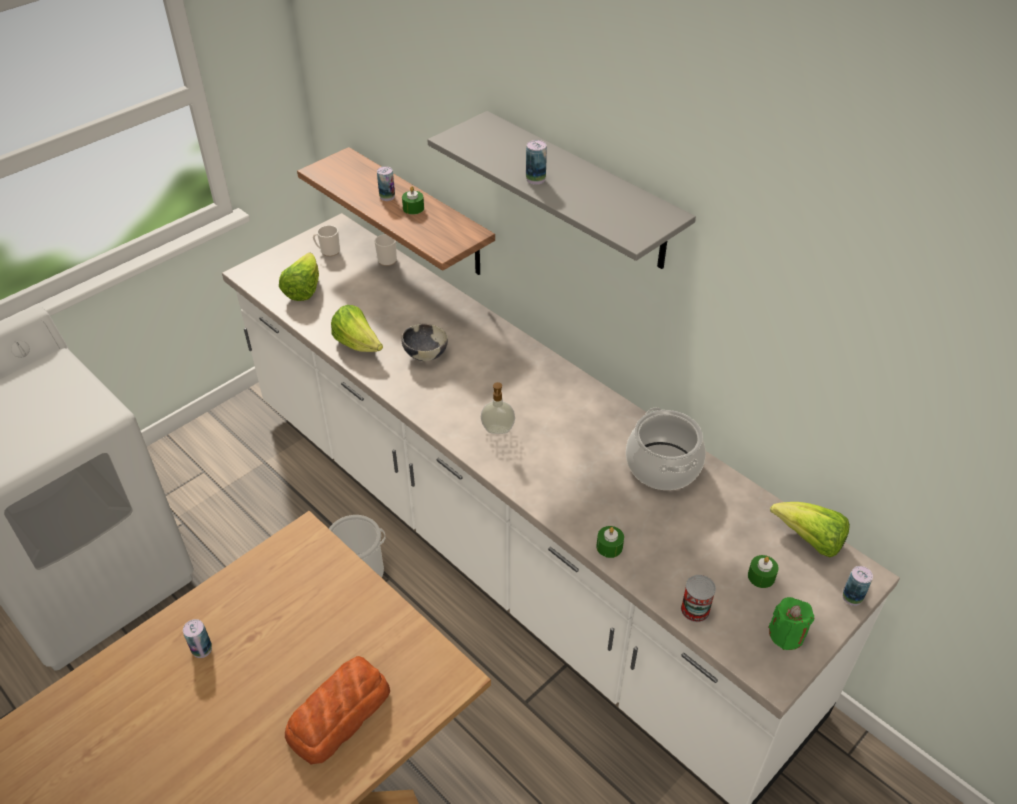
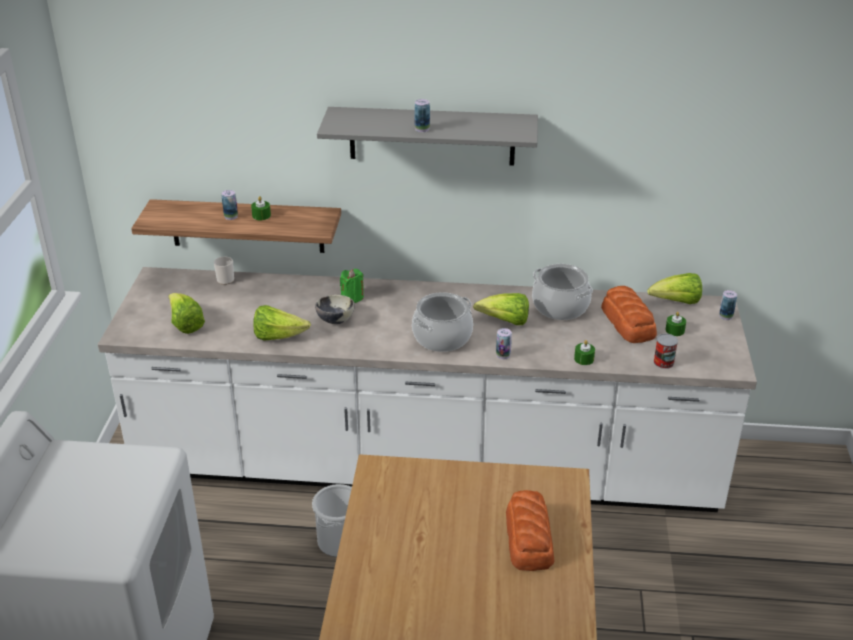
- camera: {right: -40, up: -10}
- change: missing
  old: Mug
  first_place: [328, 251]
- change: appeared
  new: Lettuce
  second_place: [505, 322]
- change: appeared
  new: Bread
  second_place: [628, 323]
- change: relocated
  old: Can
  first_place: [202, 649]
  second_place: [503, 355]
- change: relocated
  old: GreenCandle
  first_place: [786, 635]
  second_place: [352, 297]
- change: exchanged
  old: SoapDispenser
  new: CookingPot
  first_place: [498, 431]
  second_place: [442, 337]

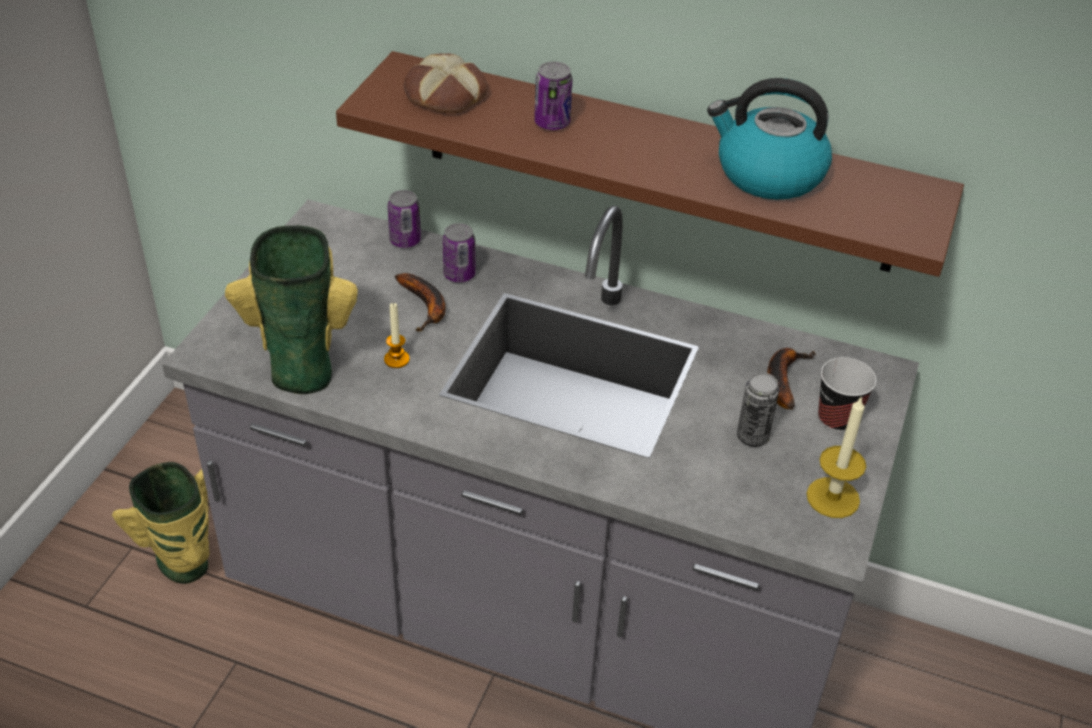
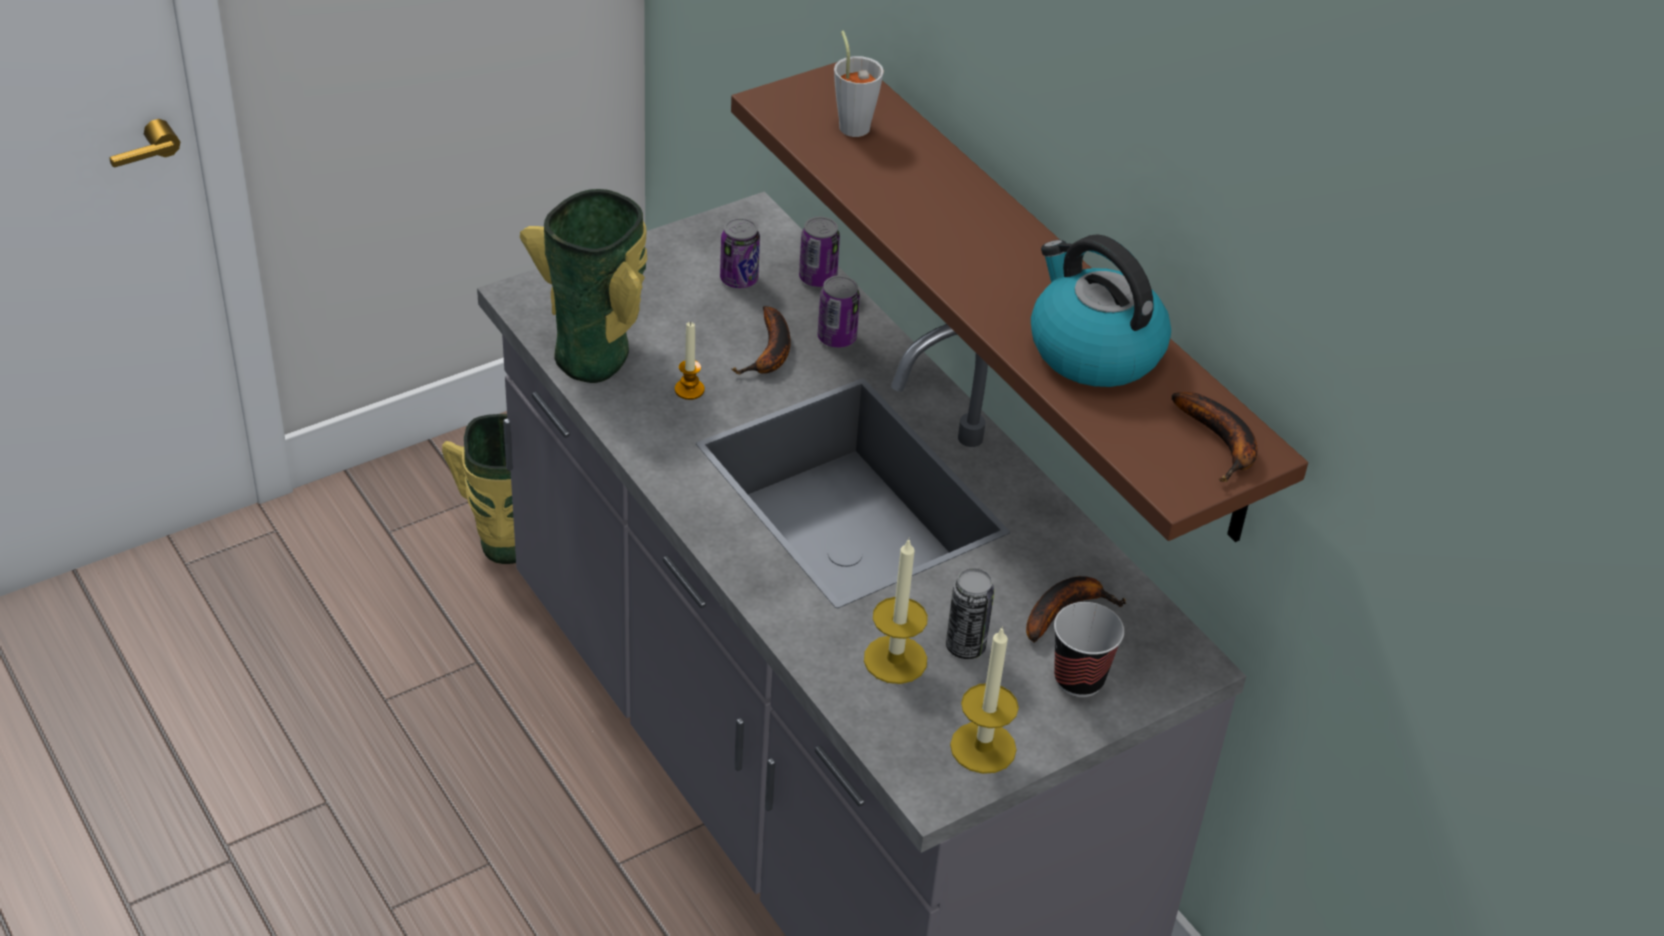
- camera: {right: 35, up: 0}
- change: appeared
  new: Candle
  second_place: [895, 659]
- change: appeared
  new: Banana
  second_place: [1222, 443]
- change: relocated
  old: Can
  first_place: [552, 123]
  second_place: [739, 279]
- change: exchanged
  old: Bread
  new: GreyCup
  first_place: [444, 95]
  second_place: [853, 123]

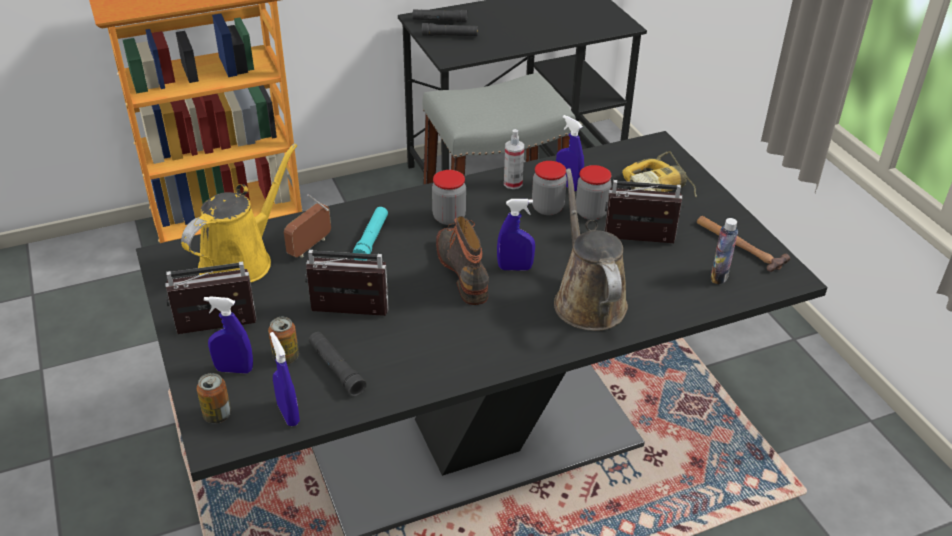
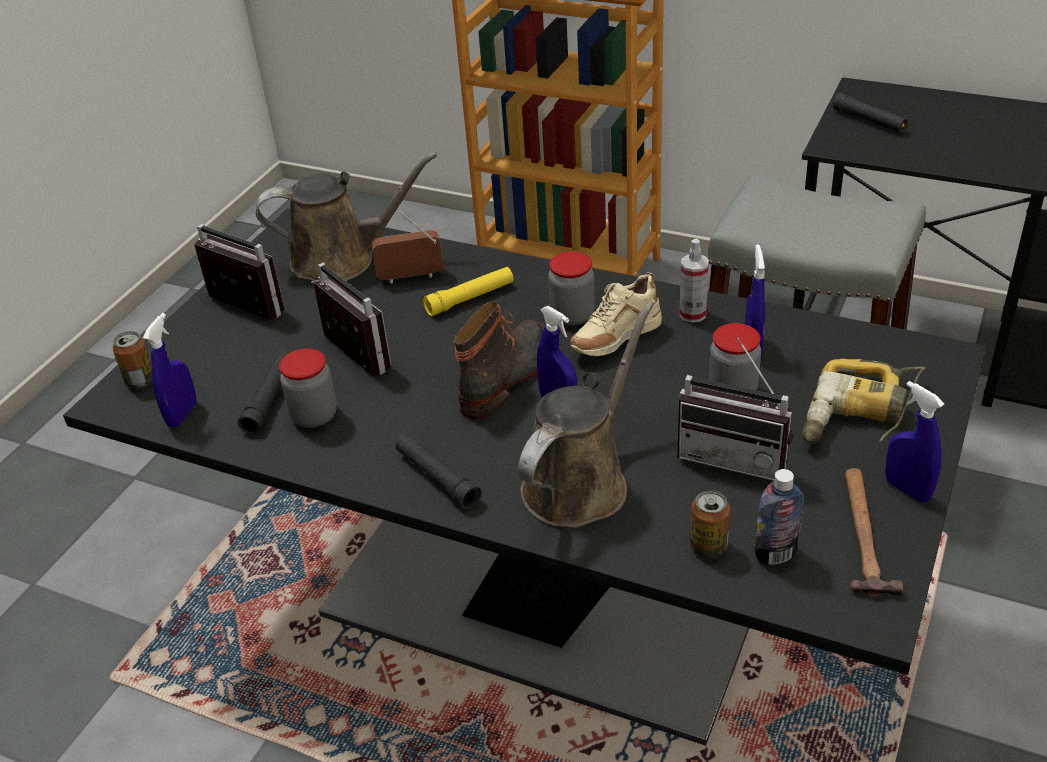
- camera: {right: 50, up: 0}
- change: appeared
  new: BeigeShoe
  second_place: [614, 340]
- change: relocated
  old: BlueSprayBottle
  first_place: [234, 369]
  second_place: [907, 489]
- change: relocated
  old: Can
  first_place: [286, 357]
  second_place: [708, 546]
- change: relocated
  old: BlackFlashlight
  first_place: [439, 21]
  second_place: [437, 478]
- change: relocated
  old: Jar
  first_place: [547, 208]
  second_place: [314, 416]
- change: colour
  old: YellowWateringCan
  new: BrownWateringCan
  first_place: [241, 260]
  second_place: [342, 259]
- change: colour
  old: TurquoiseFlashlight
  new: YellowFlashlight
  first_place: [371, 239]
  second_place: [470, 298]
- change: spun
  old: Radio
  first_place: [638, 242]
  second_place: [735, 456]
  degrees: 150

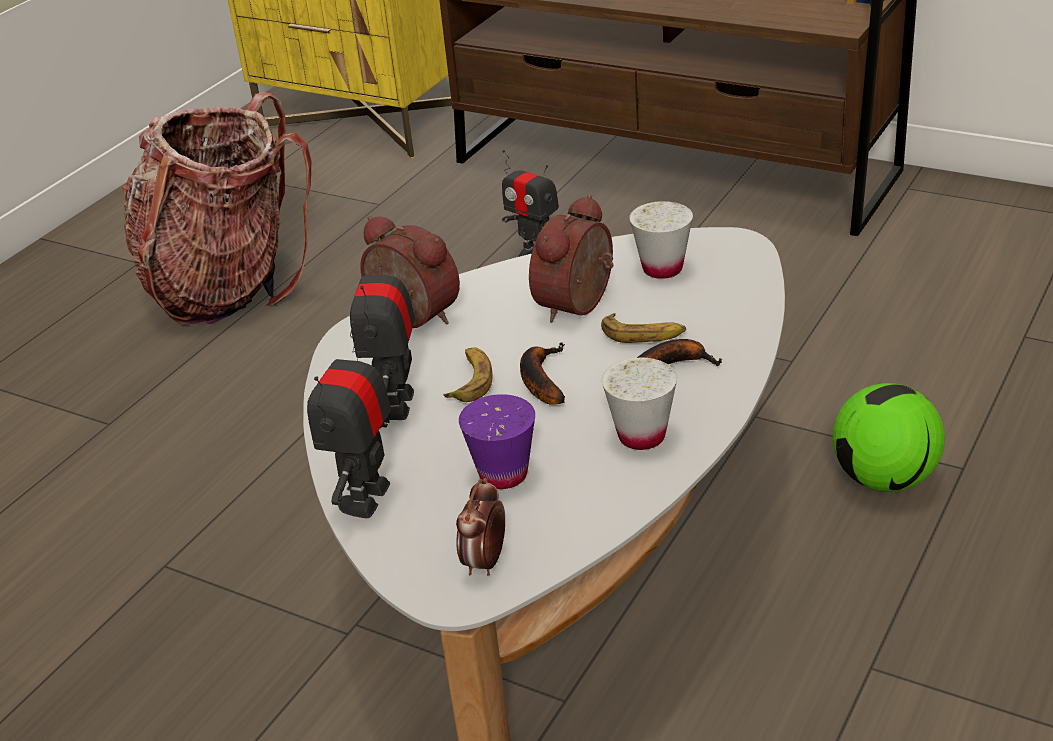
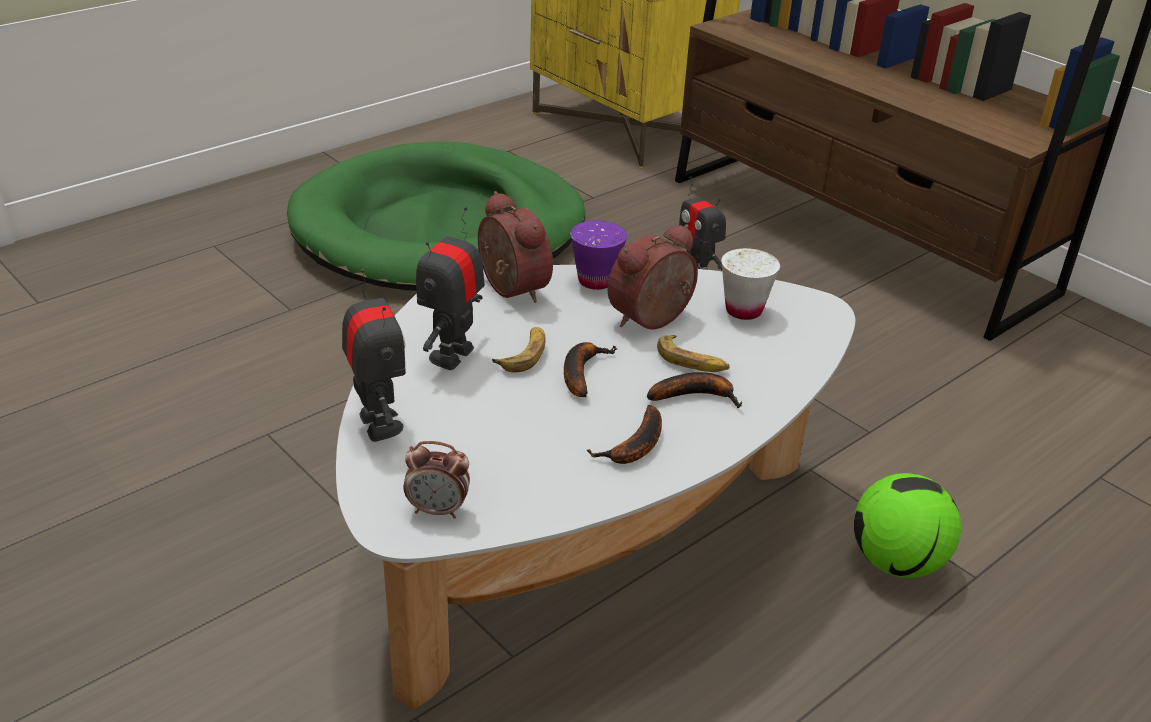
- camera: {right: 15, up: 0}
- change: relocated
  old: PurpleCup
  first_place: [503, 474]
  second_place: [596, 281]
- change: exchanged
  old: Backpack
  new: GreenDogBed
  first_place: [228, 286]
  second_place: [439, 229]
- change: exchanged
  old: WhiteCup
  new: Banana
  first_place: [641, 436]
  second_place: [635, 447]
- change: spun
  old: ToyRobot
  first_place: [365, 498]
  second_place: [379, 424]
  degrees: 120
- change: spun
  old: AlarmClock
  first_place: [485, 562]
  second_place: [438, 510]
  degrees: -120

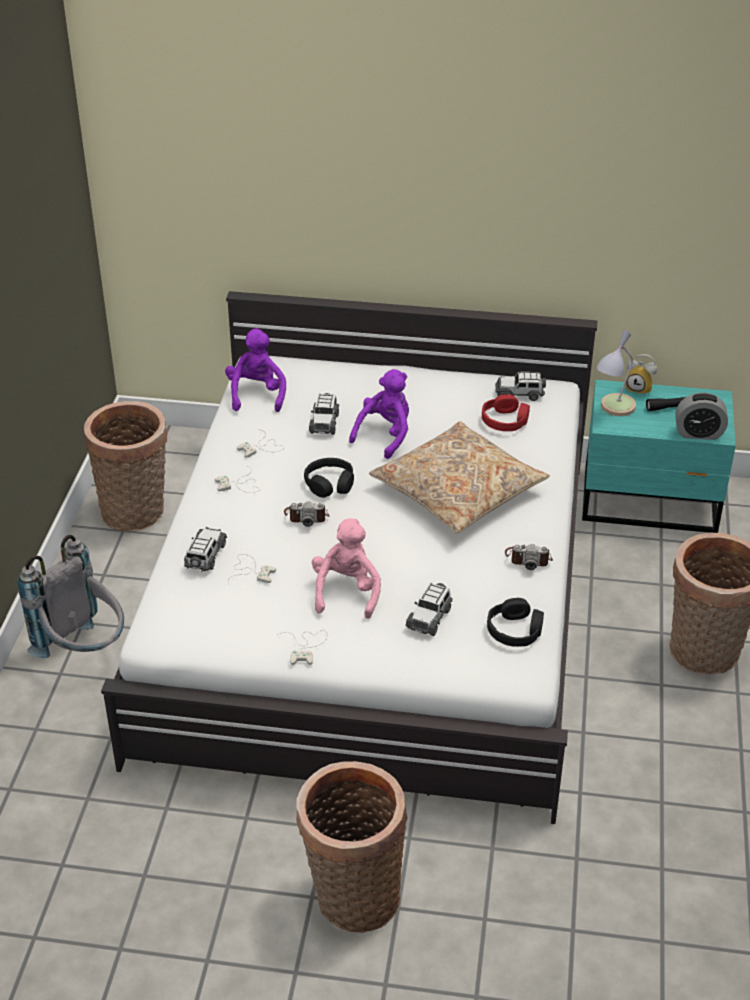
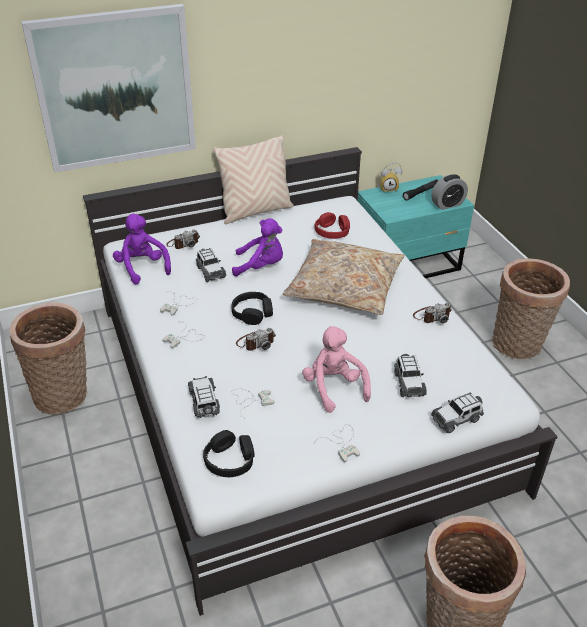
- camera: {right: -30, up: 0}
- change: missing
  old: GreyBackpack
  first_place: [84, 652]
- change: missing
  old: TableLamp
  first_place: [612, 409]
- change: appeared
  new: Picture
  second_place: [115, 89]
- change: appeared
  new: PhotoCamera
  second_place: [183, 243]
- change: appeared
  new: BeigePillow
  second_place: [255, 211]
- change: relocated
  old: BlackHeadphones
  first_place: [515, 630]
  second_place: [230, 460]
- change: relocated
  old: ToyCar
  first_place: [519, 393]
  second_place: [456, 419]
- change: spun
  old: PurplePlushToy
  first_place: [385, 435]
  second_place: [261, 266]
  degrees: 90

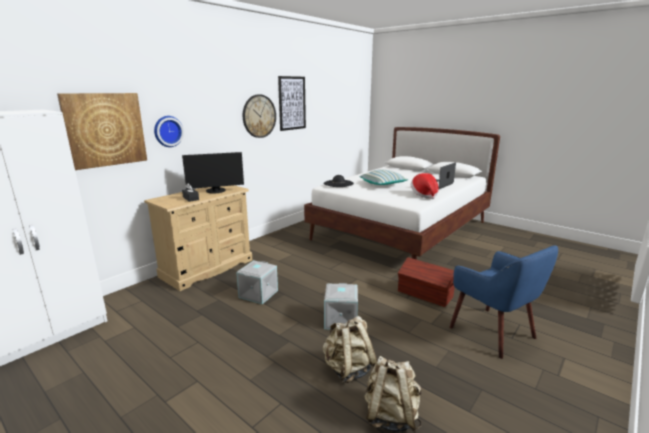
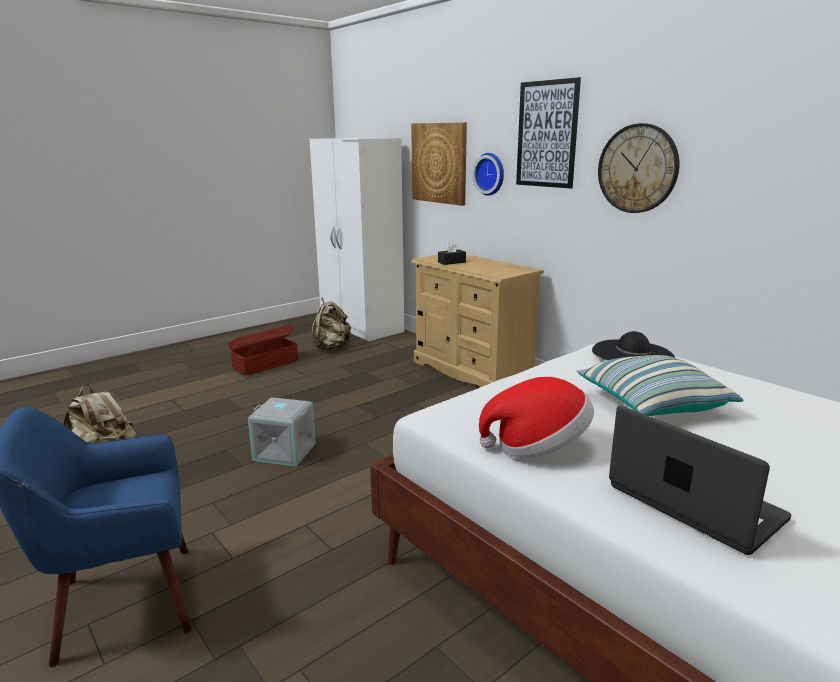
- camera: {right: 100, up: 0}
- change: missing
  old: Monitor
  first_place: [216, 191]
- change: missing
  old: GreyStorageBox
  first_place: [258, 294]
- change: relocated
  old: Picture
  first_place: [292, 103]
  second_place: [547, 134]
- change: relocated
  old: BeigeBackpack
  first_place: [348, 369]
  second_place: [332, 347]
- change: relocated
  old: BrownStorageBox
  first_place: [425, 294]
  second_place: [265, 364]

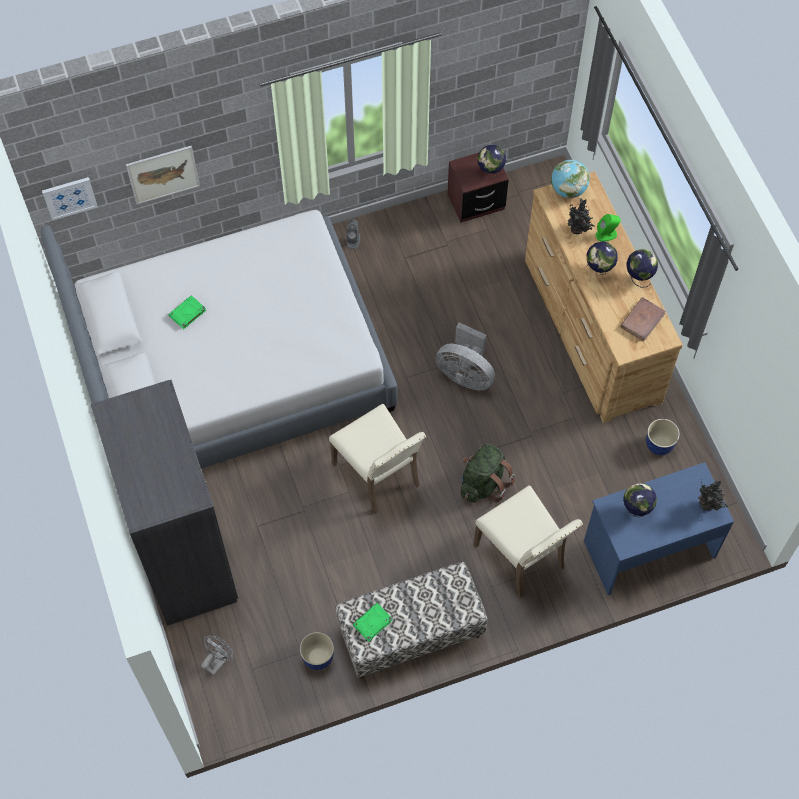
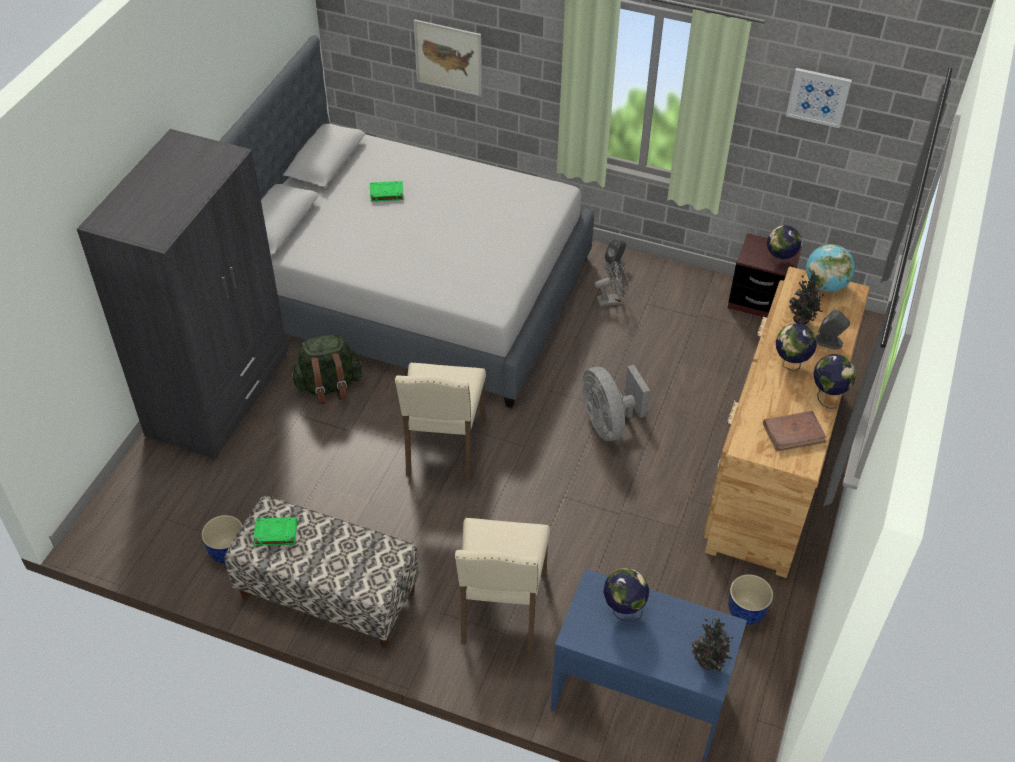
- camera: {right: 40, up: -15}
- change: relocated
  old: Picture
  first_place: [69, 197]
  second_place: [818, 97]
- change: relocated
  old: GreyFan
  first_place: [218, 660]
  second_place: [612, 300]
- change: relocated
  old: GreenBackpack
  first_place: [483, 483]
  second_place: [329, 386]
- change: colour
  old: GreenSpeaker
  new: GreySpeaker
  first_place: [606, 234]
  second_place: [829, 341]

